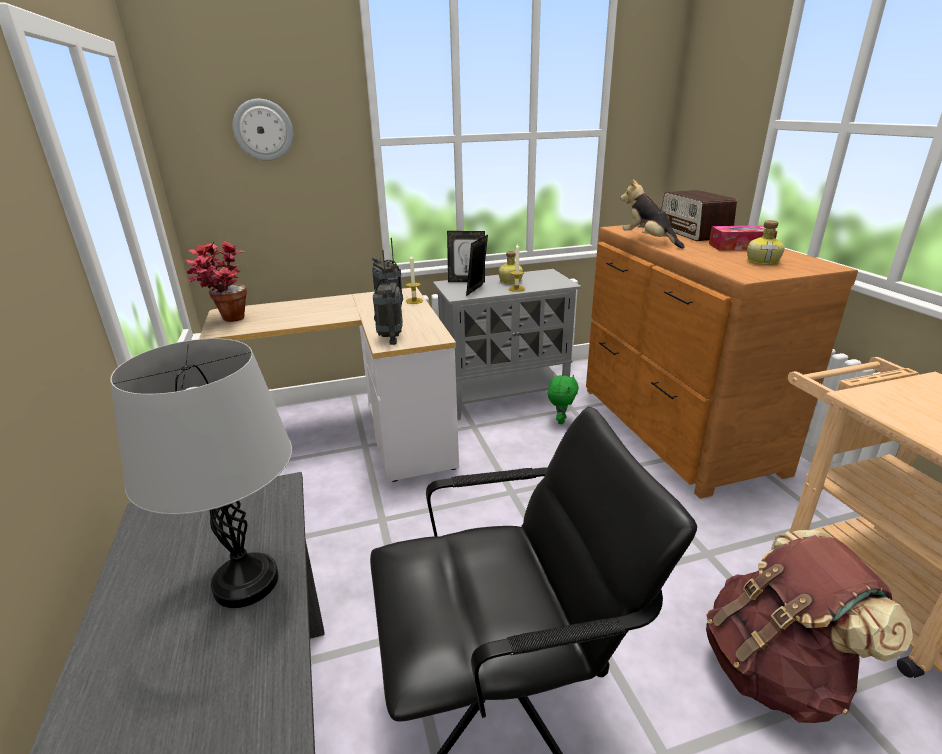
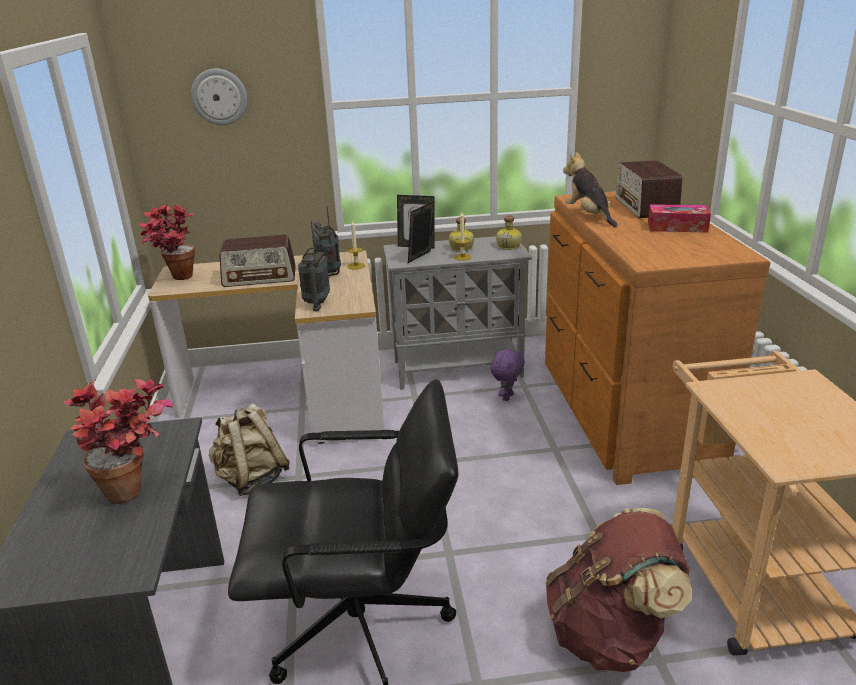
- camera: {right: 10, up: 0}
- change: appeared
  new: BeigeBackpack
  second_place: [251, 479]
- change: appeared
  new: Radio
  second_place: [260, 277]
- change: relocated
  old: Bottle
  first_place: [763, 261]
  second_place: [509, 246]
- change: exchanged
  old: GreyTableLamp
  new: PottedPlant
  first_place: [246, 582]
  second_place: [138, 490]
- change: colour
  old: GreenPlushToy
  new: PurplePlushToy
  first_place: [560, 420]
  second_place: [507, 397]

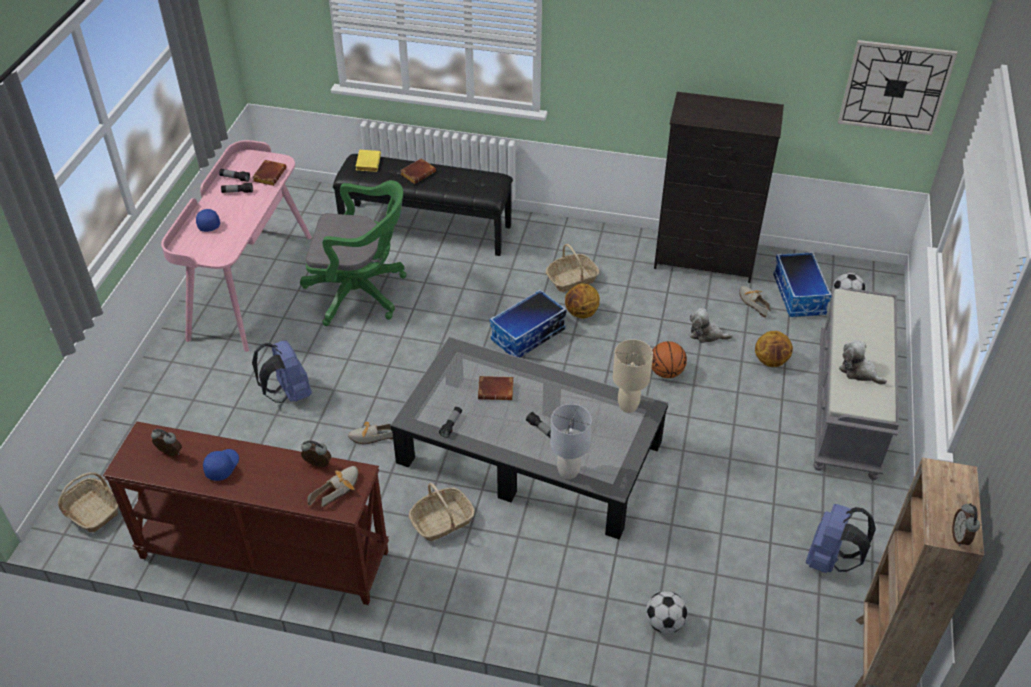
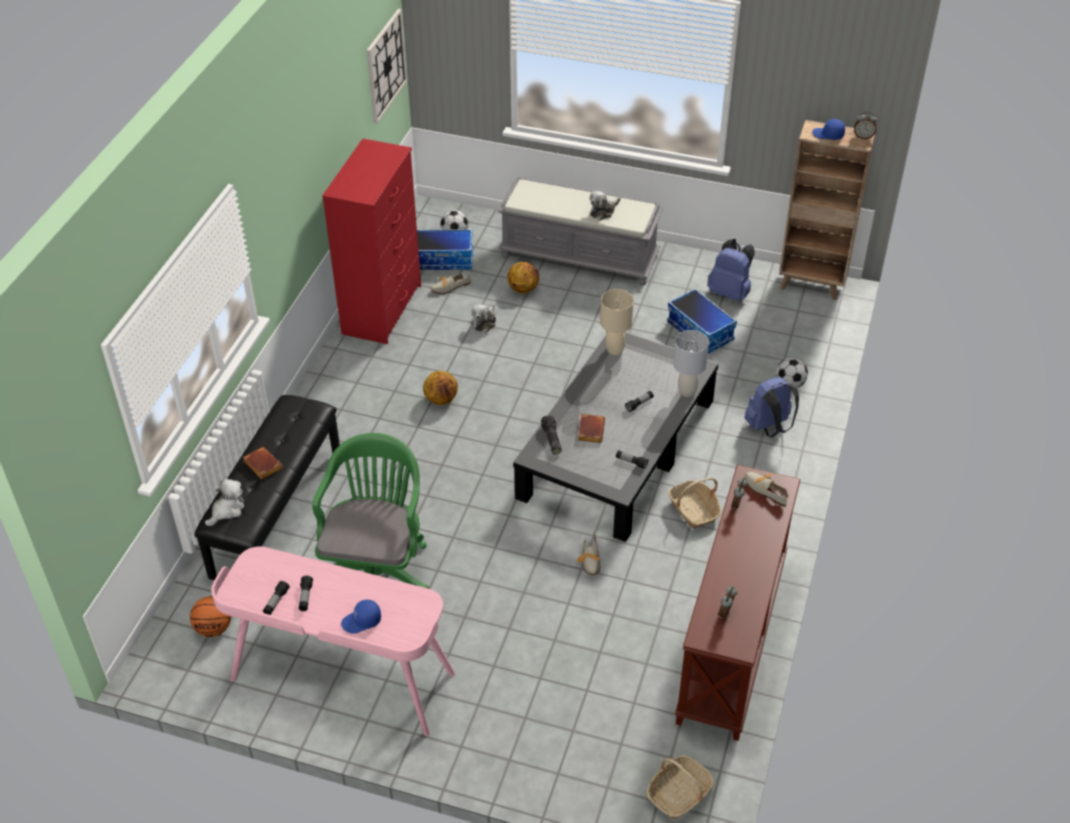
- camera: {right: -85, up: 0}
- change: missing
  old: BrownBook
  first_place: [269, 175]
- change: missing
  old: Basket
  first_place: [572, 279]
- change: appeared
  new: Flashlight
  second_place: [551, 439]
- change: relocated
  old: BlueCap
  first_place: [221, 466]
  second_place: [828, 135]
- change: relocated
  old: BlueBackpack
  first_place: [288, 393]
  second_place: [769, 427]
- change: relocated
  old: StorageBox
  first_place: [528, 336]
  second_place: [701, 331]
- change: relocated
  old: Basketball
  first_place: [666, 372]
  second_place: [214, 628]
- change: exchanged
  old: YellowBook
  new: PlushToy
  first_place: [367, 163]
  second_place: [227, 510]
- change: colour
  old: BlackDresser
  new: RedDresser
  first_place: [705, 260]
  second_place: [383, 309]

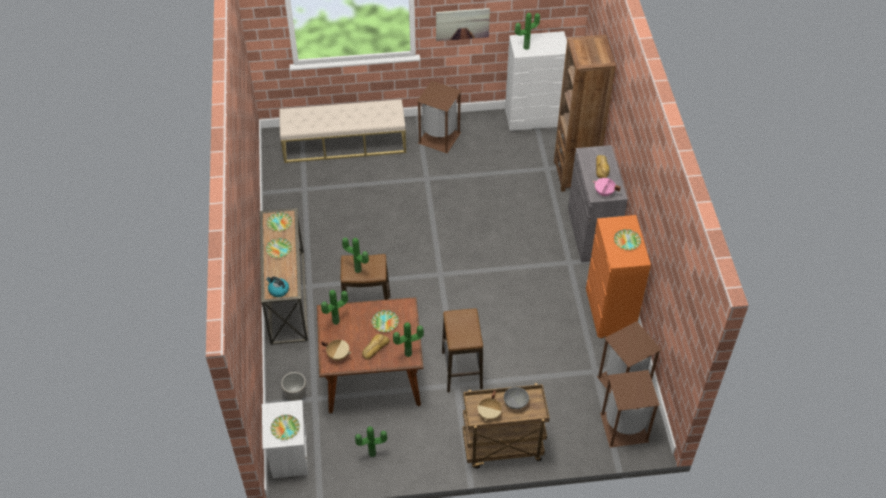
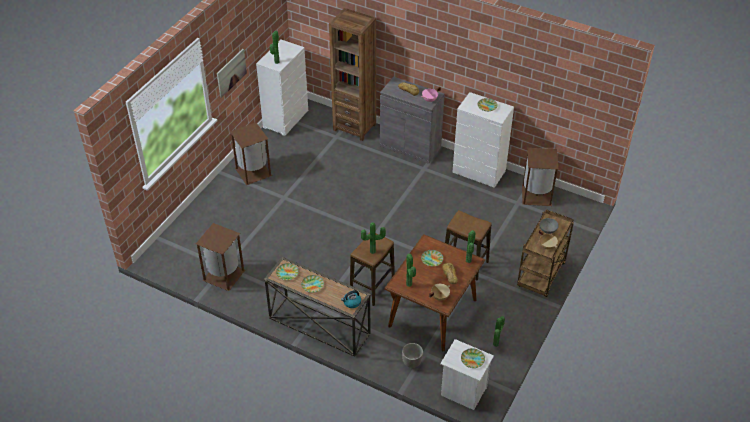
- camera: {right: -55, up: -5}
- change: missing
  old: BeigeBench
  first_place: [344, 144]
- change: relocated
  old: BrownTrashCan
  first_place: [625, 428]
  second_place: [224, 275]
- change: colour
  old: OrangeDresser
  new: WhiteDresser
  first_place: [609, 312]
  second_place: [479, 172]

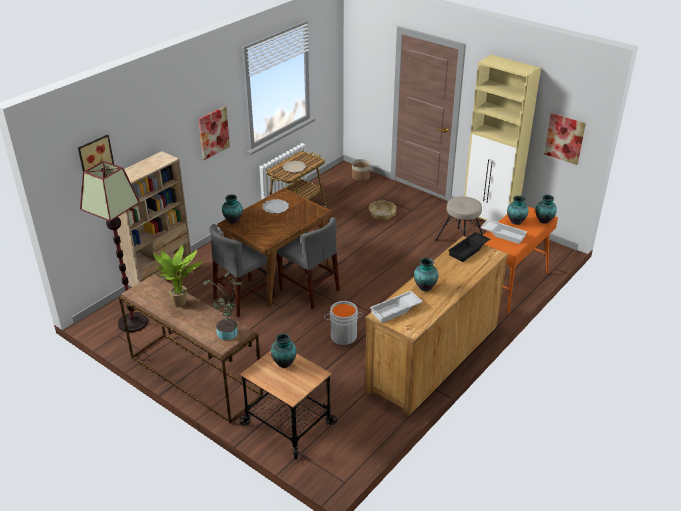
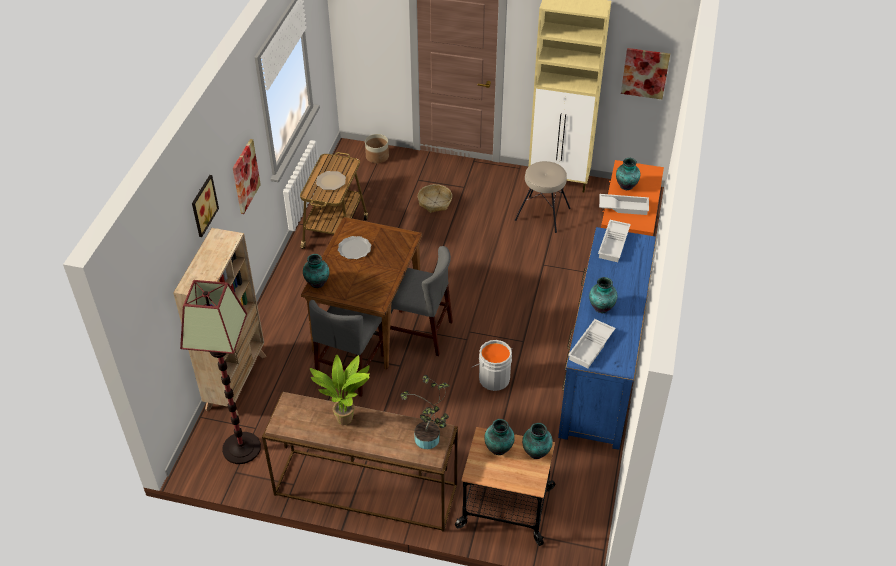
- camera: {right: -25, up: 10}
- change: relocated
  old: Picture
  first_place: [94, 156]
  second_place: [202, 205]
- change: relocated
  old: Vase
  first_place: [544, 220]
  second_place: [536, 453]
- change: colour
  old: BrownDresser
  new: BlueDresser
  first_place: [433, 357]
  second_place: [601, 370]
- change: colour
  old: BlackTray
  new: WhiteTray
  first_place: [469, 250]
  second_place: [614, 244]

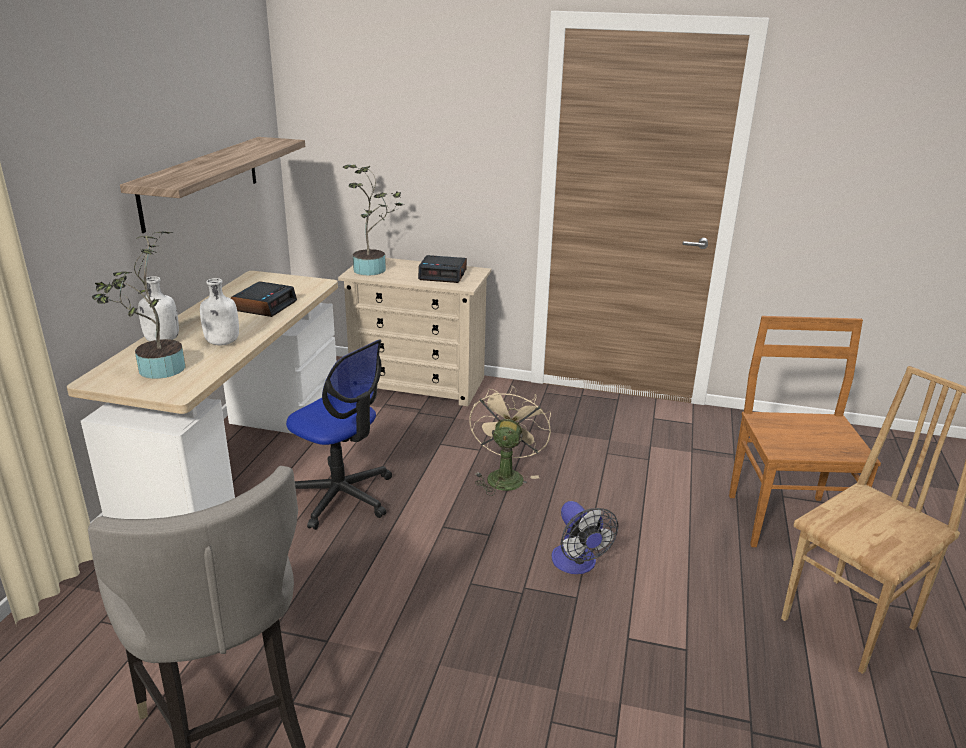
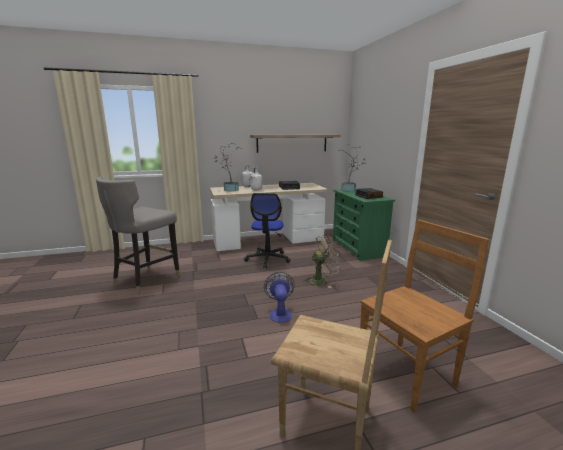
- camera: {right: 60, up: -10}
- change: colour
  old: BeigeDresser
  new: GreenDresser
  first_place: [419, 383]
  second_place: [358, 248]
- change: spun
  old: Fan
  first_place: [577, 564]
  second_place: [280, 313]
  degrees: 135

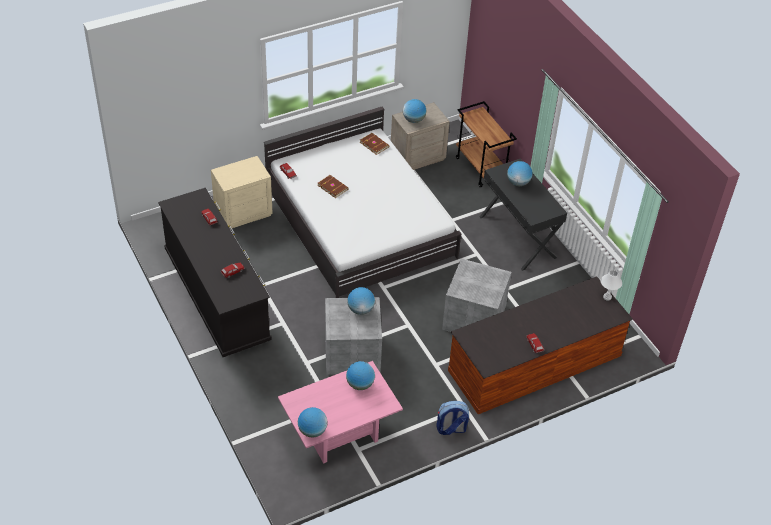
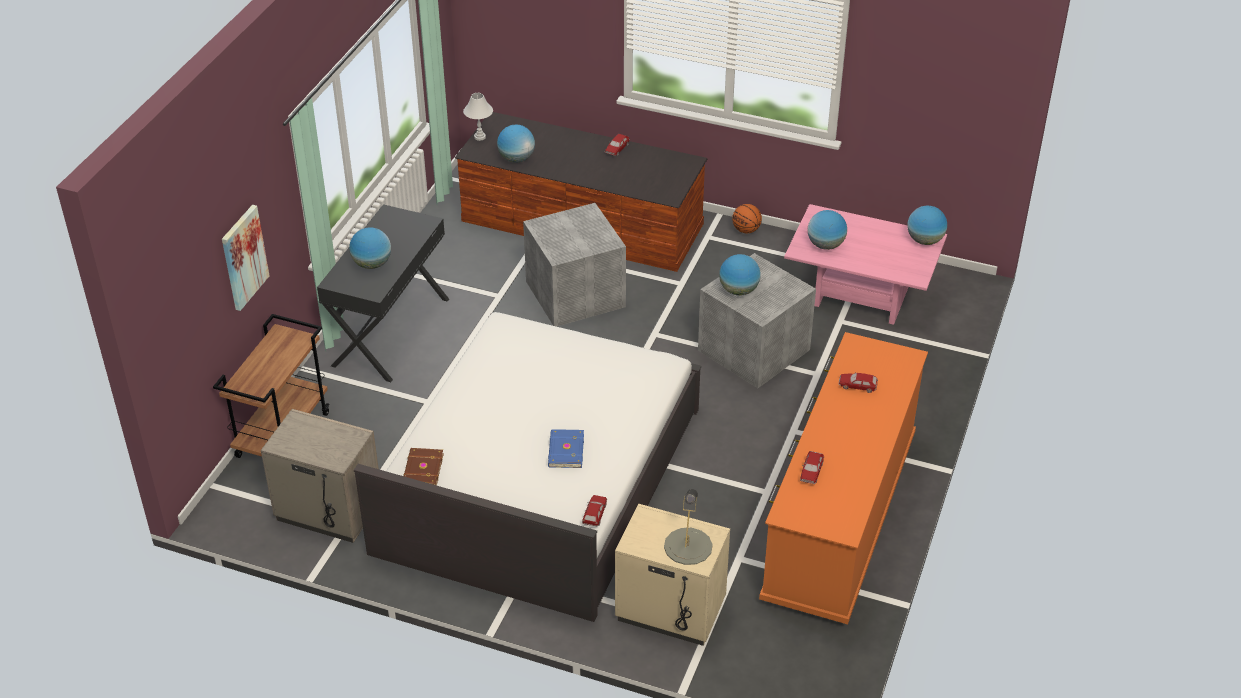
- camera: {right: -130, up: -5}
- change: appeared
  new: Picture
  second_place: [243, 257]
- change: appeared
  new: GreyTableLamp
  second_place: [688, 546]
- change: relocated
  old: Globe
  first_place: [413, 120]
  second_place: [516, 159]
- change: exchanged
  old: Backpack
  new: Basketball
  first_place: [451, 429]
  second_place: [746, 230]
- change: colour
  old: BlackDresser
  new: OrangeDresser
  first_place: [217, 296]
  second_place: [839, 518]
- change: colour
  old: BrownBook
  new: BlueBook
  first_place: [333, 187]
  second_place: [565, 451]

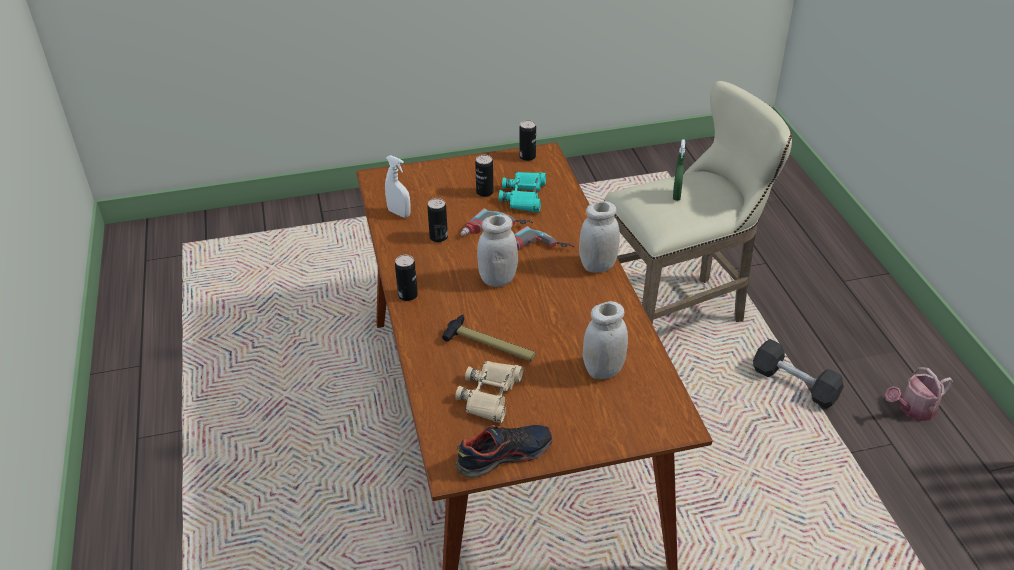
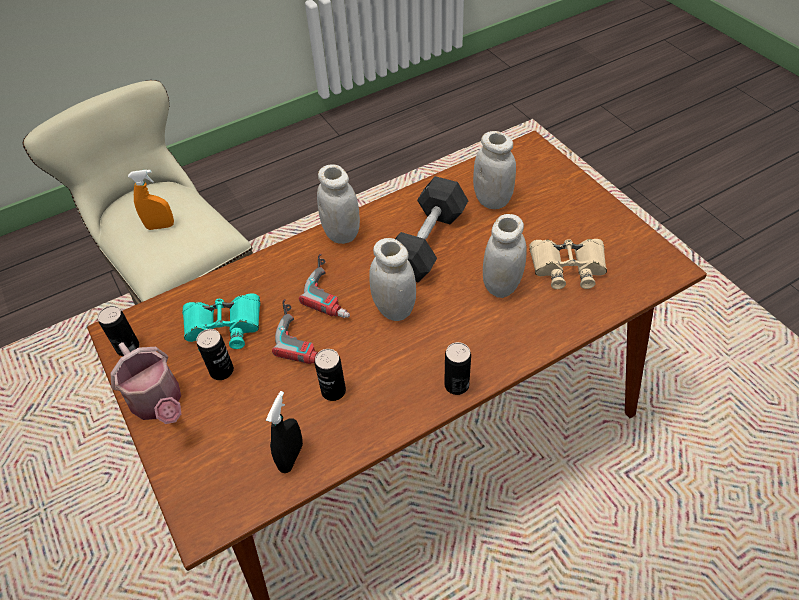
- camera: {right: -105, up: 10}
- change: missing
  old: Shoe
  first_place: [504, 455]
- change: relocated
  old: BlackDumbbell
  first_place: [794, 384]
  second_place: [426, 243]
- change: relocated
  old: WateringCan
  first_place: [913, 409]
  second_place: [159, 403]
- change: exchanged
  old: Hammer
  new: WhiteJar
  first_place: [490, 345]
  second_place: [501, 285]
- change: colour
  old: WhiteSprayBottle
  new: BlackSprayBottle
  first_place: [399, 213]
  second_place: [291, 457]
- change: colour
  old: GreenSprayBottle
  new: OrangeSprayBottle
  first_place: [676, 195]
  second_place: [160, 226]

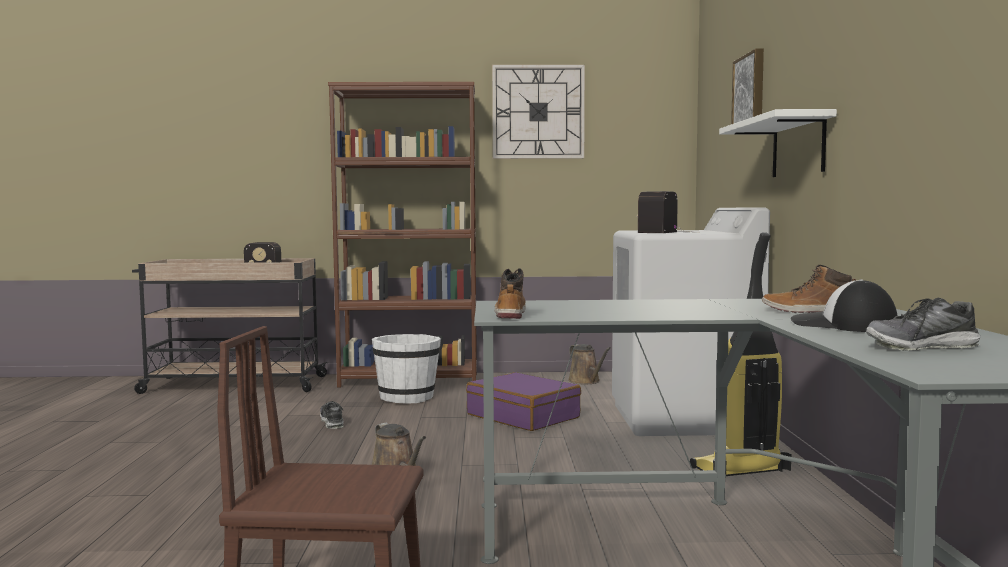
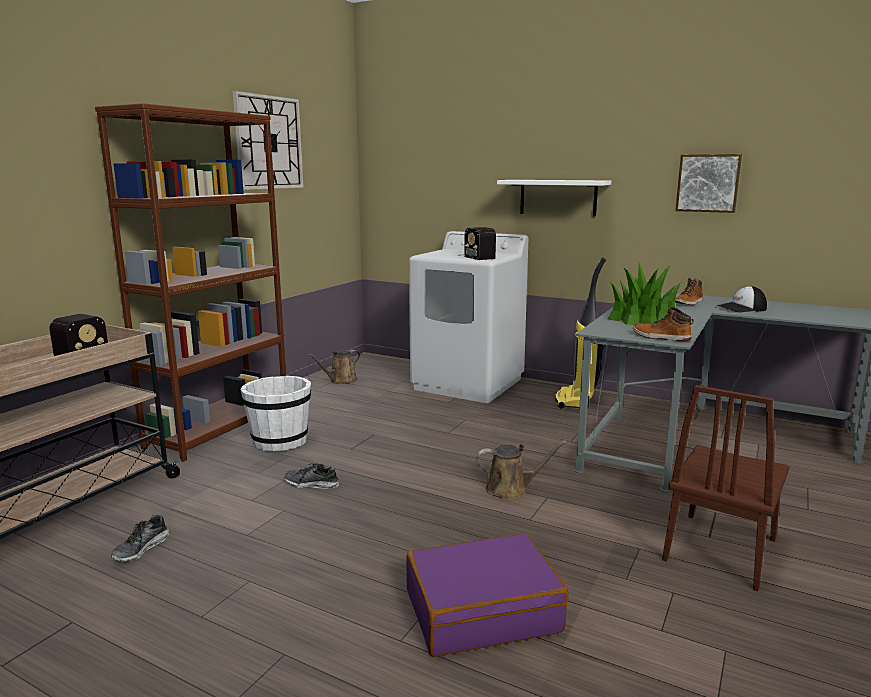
- camera: {right: -60, up: 10}
- change: appeared
  new: PottedPlant
  second_place: [642, 319]
- change: relocated
  old: PurpleSuitcase
  first_place: [523, 416]
  second_place: [482, 610]
- change: relocated
  old: Picture
  first_place: [750, 89]
  second_place: [708, 183]
- change: relocated
  old: Shoe
  first_place: [921, 347]
  second_place: [141, 549]
- change: spun
  old: BrownWateringCan
  first_place: [586, 381]
  second_place: [340, 380]
  degrees: 135

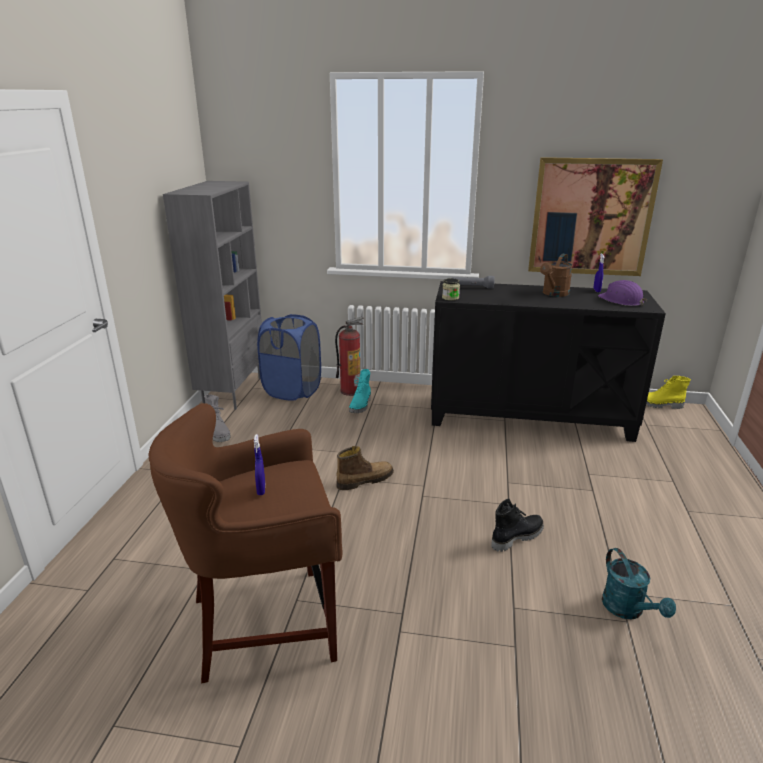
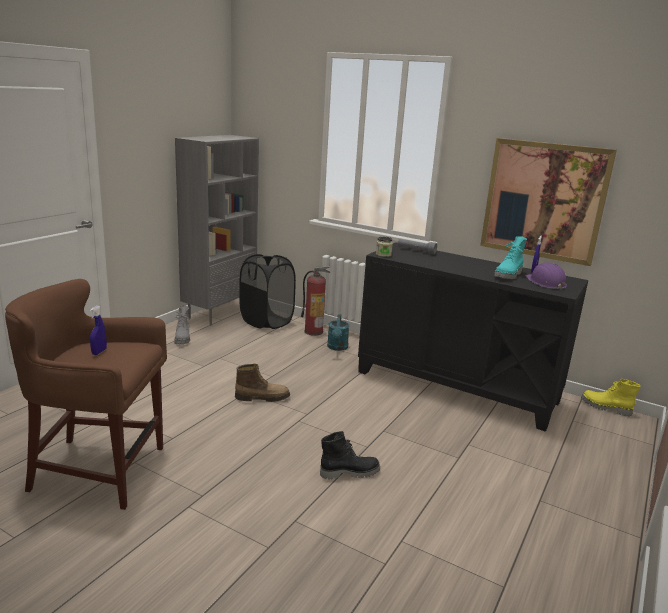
- camera: {right: 20, up: -5}
- change: missing
  old: BrownWateringCan
  first_place: [554, 294]
- change: relocated
  old: TurquoiseBoot
  first_place: [361, 406]
  second_place: [509, 275]
- change: relocated
  old: TurquoiseWateringCan
  first_place: [628, 610]
  second_place: [337, 348]
- change: colour
  old: BlueLaundryBasket
  new: BlackLaundryBasket
  first_place: [292, 390]
  second_place: [266, 321]

